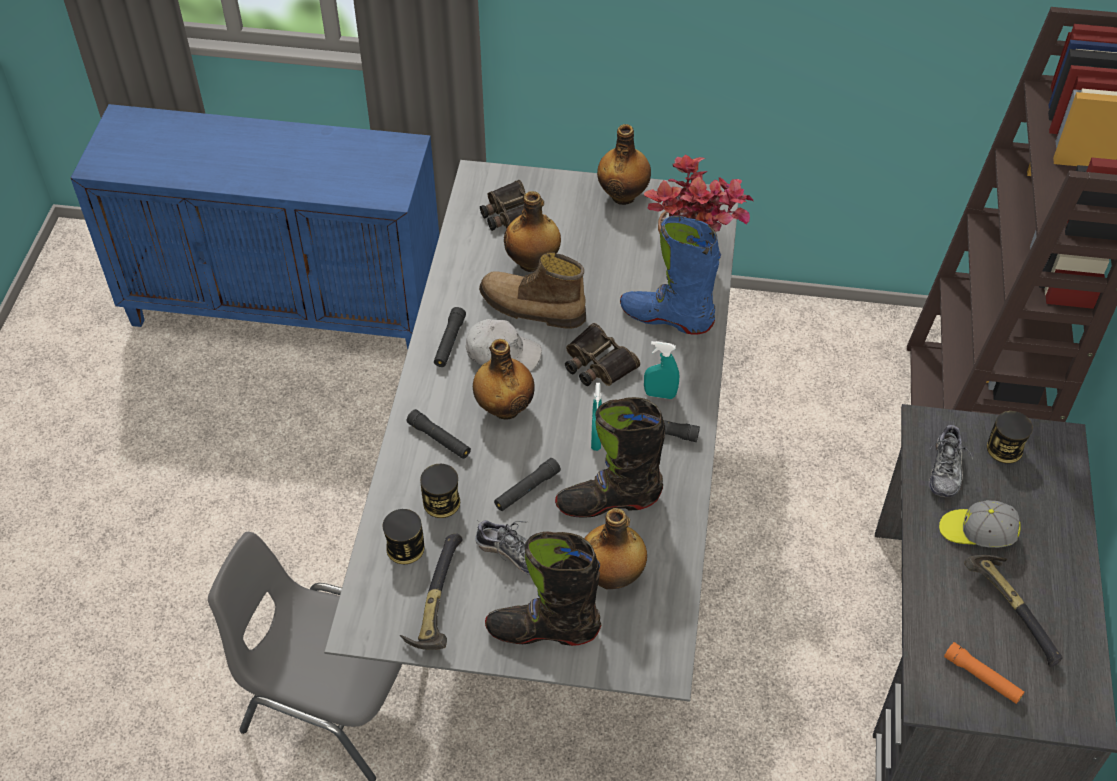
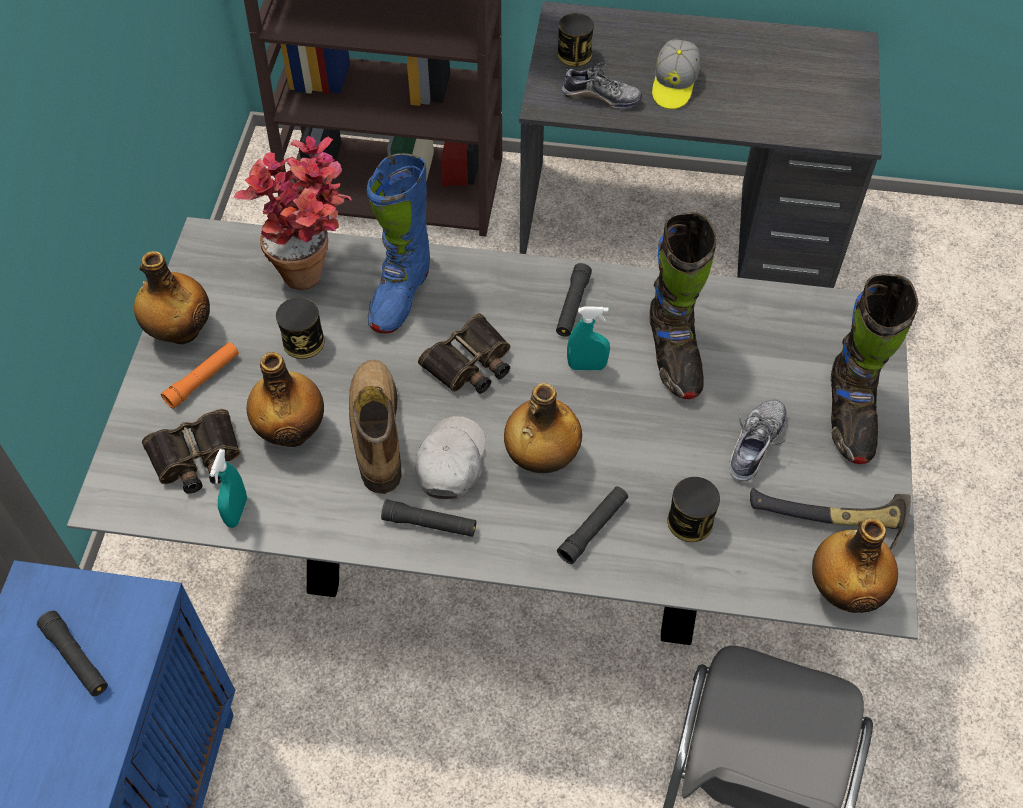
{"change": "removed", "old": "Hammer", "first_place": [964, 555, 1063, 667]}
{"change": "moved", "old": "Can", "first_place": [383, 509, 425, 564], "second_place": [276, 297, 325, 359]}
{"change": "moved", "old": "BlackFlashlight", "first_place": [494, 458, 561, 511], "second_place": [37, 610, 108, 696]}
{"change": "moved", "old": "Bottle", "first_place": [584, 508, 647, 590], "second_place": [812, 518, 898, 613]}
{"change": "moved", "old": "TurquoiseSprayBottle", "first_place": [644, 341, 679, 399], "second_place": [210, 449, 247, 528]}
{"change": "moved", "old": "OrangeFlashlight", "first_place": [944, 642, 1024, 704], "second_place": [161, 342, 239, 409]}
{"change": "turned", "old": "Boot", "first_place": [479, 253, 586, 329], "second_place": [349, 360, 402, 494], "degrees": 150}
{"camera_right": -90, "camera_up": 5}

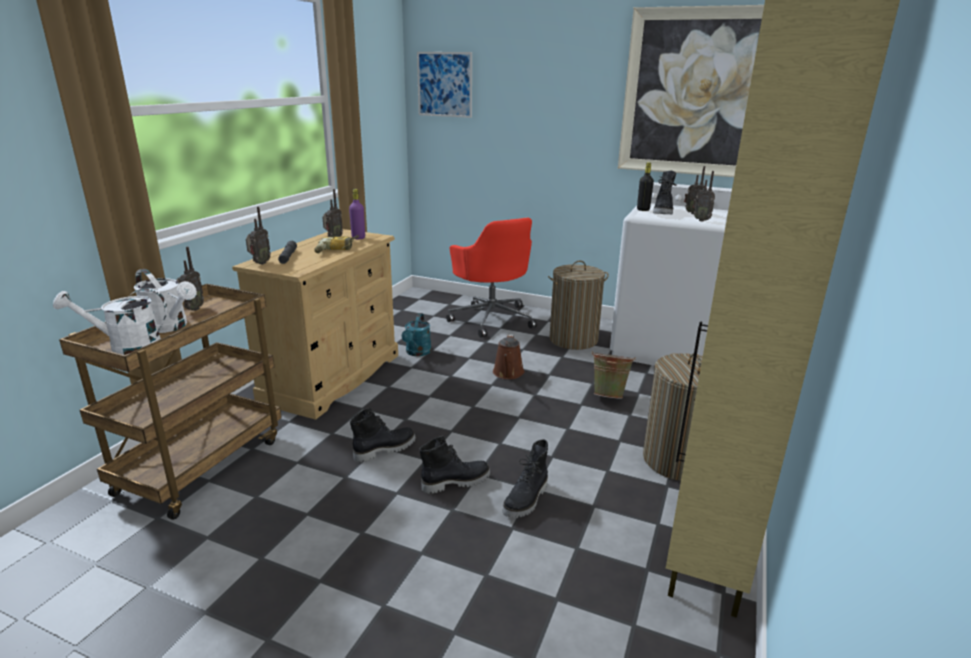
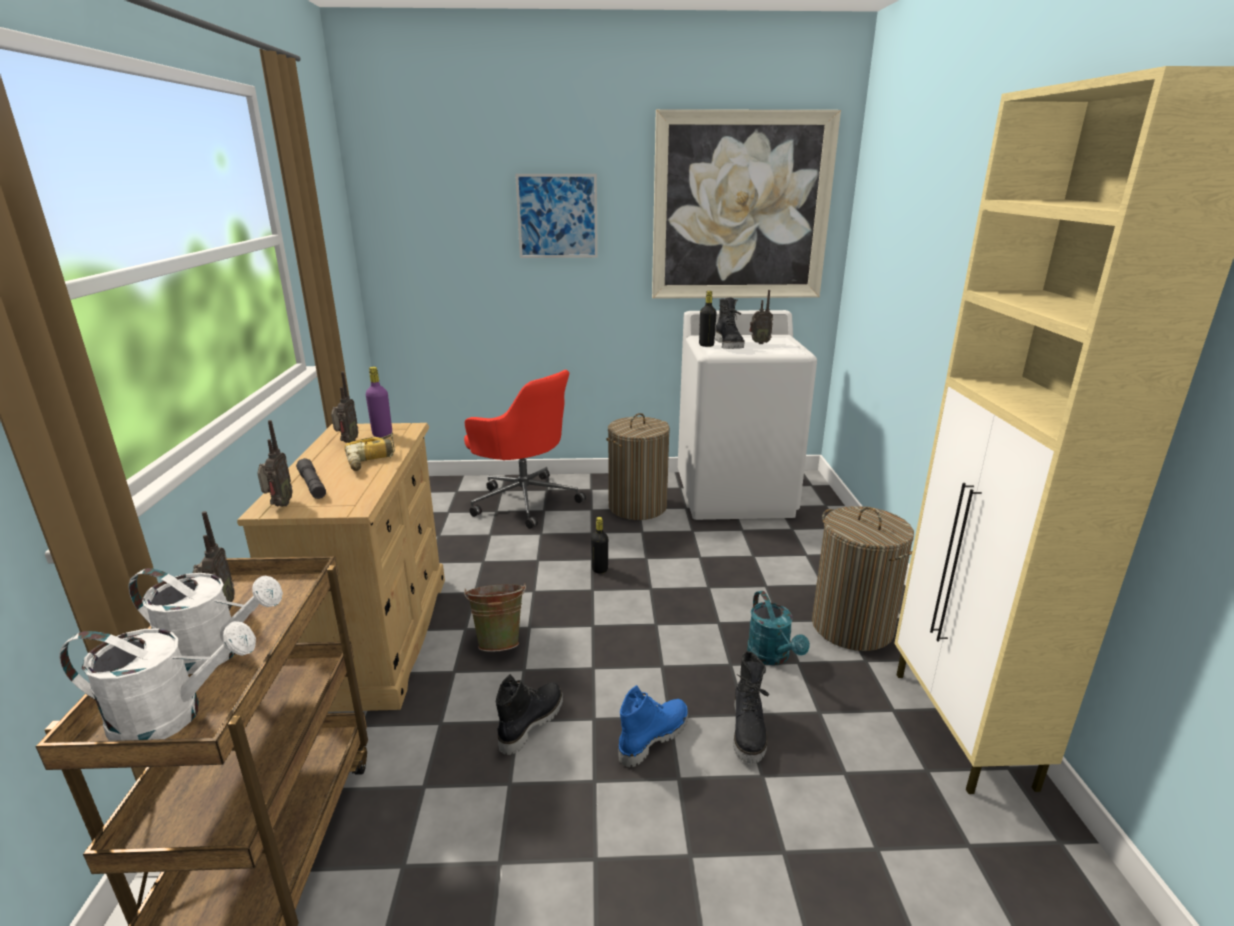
{"change": "removed", "old": "Radio", "first_place": [693, 171, 715, 222]}
{"change": "moved", "old": "TurquoiseWateringCan", "first_place": [402, 313, 431, 356], "second_place": [747, 591, 810, 666]}
{"change": "moved", "old": "Picture", "first_place": [417, 52, 472, 118], "second_place": [515, 174, 598, 258]}
{"change": "moved", "old": "GreenBucket", "first_place": [592, 350, 636, 399], "second_place": [464, 584, 526, 652]}
{"change": "replaced", "old": "BrownWateringCan", "new": "BlackBottle", "first_place": [493, 334, 524, 379], "second_place": [591, 517, 608, 574]}
{"change": "recoloured", "old": "BlackBoot", "new": "BlueBoot", "first_place": [419, 436, 491, 494], "second_place": [619, 685, 689, 767]}
{"change": "turned", "old": "WhiteWateringCan", "first_place": [53, 288, 167, 355], "second_place": [59, 621, 256, 741], "degrees": -150}
{"camera_right": -25, "camera_up": 0}

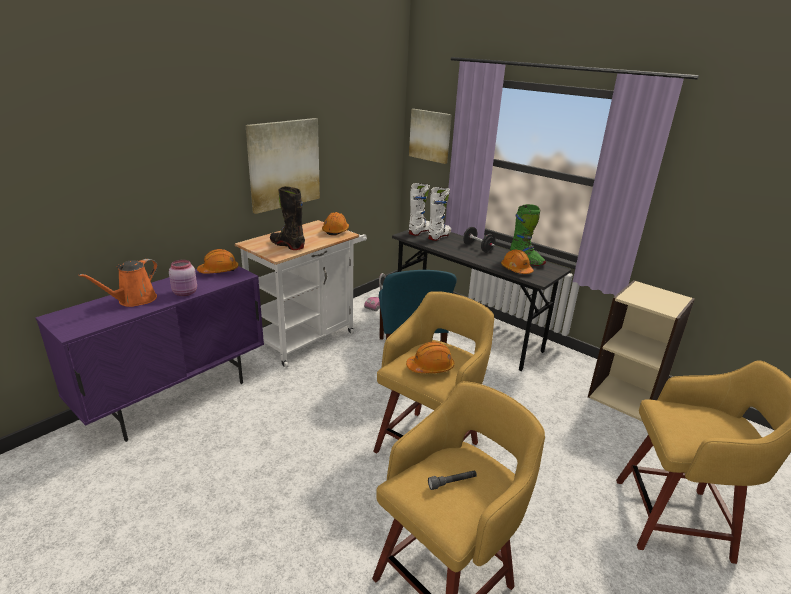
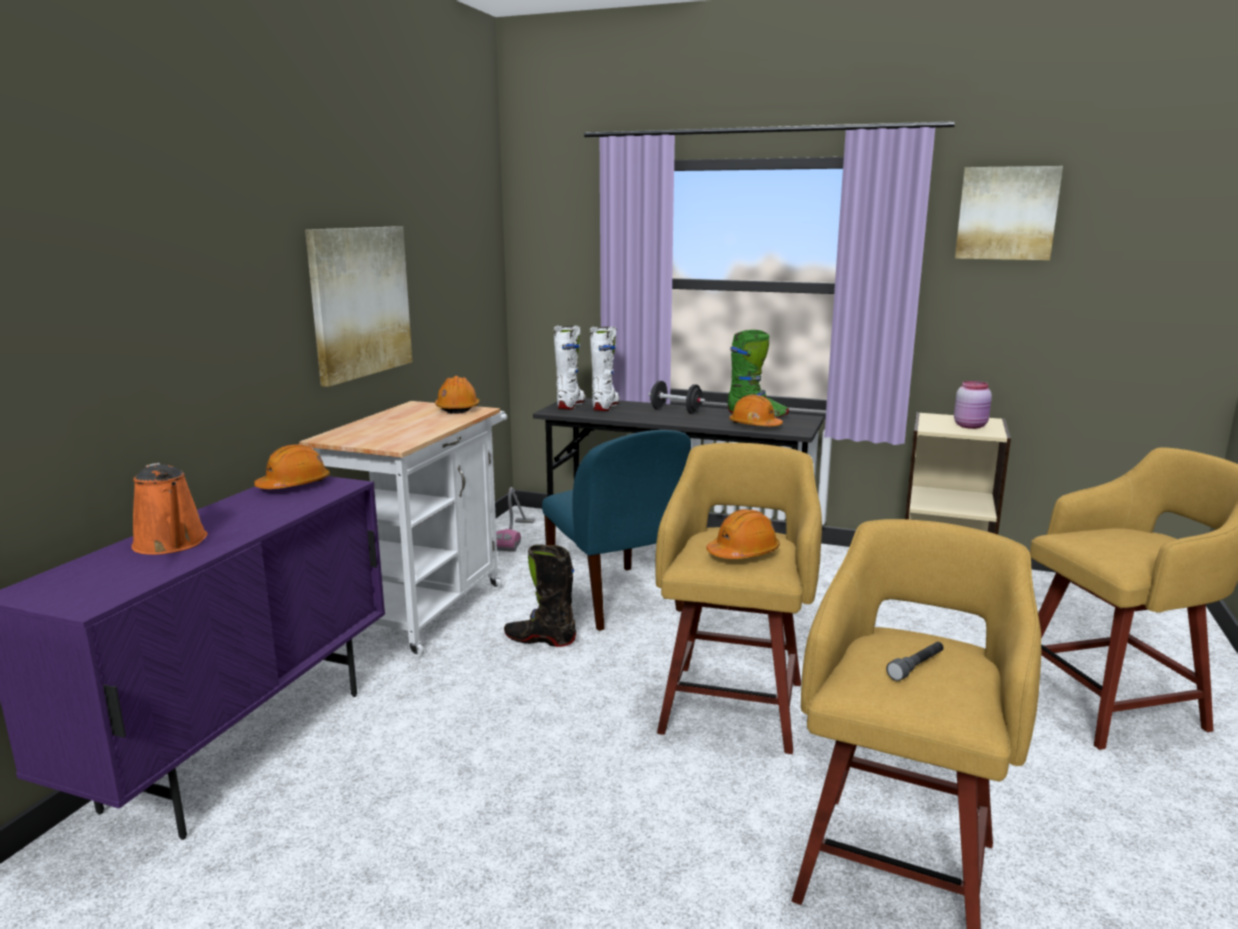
{"change": "moved", "old": "PinkJar", "first_place": [169, 260, 197, 296], "second_place": [954, 381, 992, 429]}
{"change": "moved", "old": "BlackBoot", "first_place": [270, 186, 305, 250], "second_place": [504, 544, 576, 647]}
{"change": "moved", "old": "Picture", "first_place": [409, 109, 452, 164], "second_place": [955, 166, 1063, 260]}
{"change": "turned", "old": "OrangeWateringCan", "first_place": [79, 259, 158, 307], "second_place": [131, 463, 208, 555], "degrees": -45}
{"camera_right": -20, "camera_up": -10}

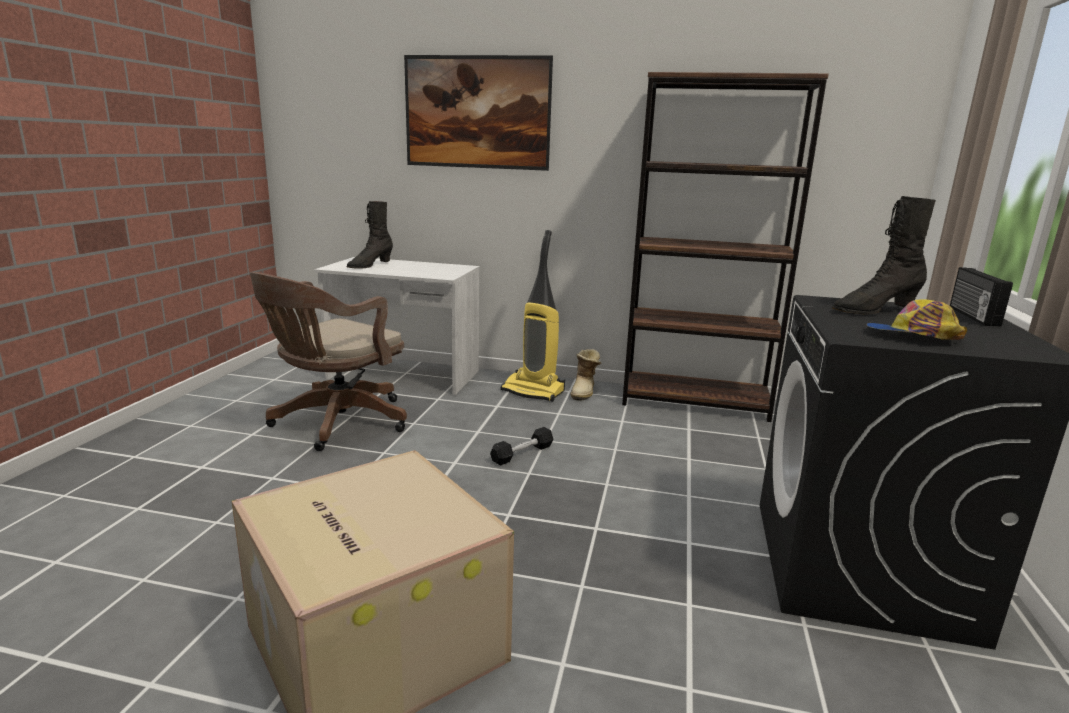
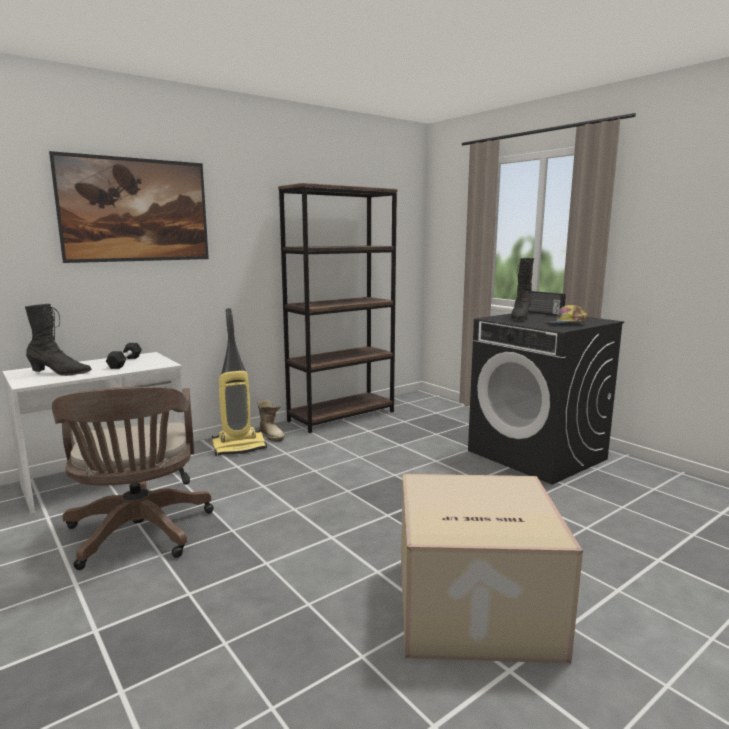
{"change": "moved", "old": "BlackDumbbell", "first_place": [490, 427, 554, 465], "second_place": [106, 343, 142, 369]}
{"change": "turned", "old": "BlackBoot", "first_place": [347, 201, 393, 269], "second_place": [25, 304, 92, 376], "degrees": -75}
{"camera_right": -50, "camera_up": -5}

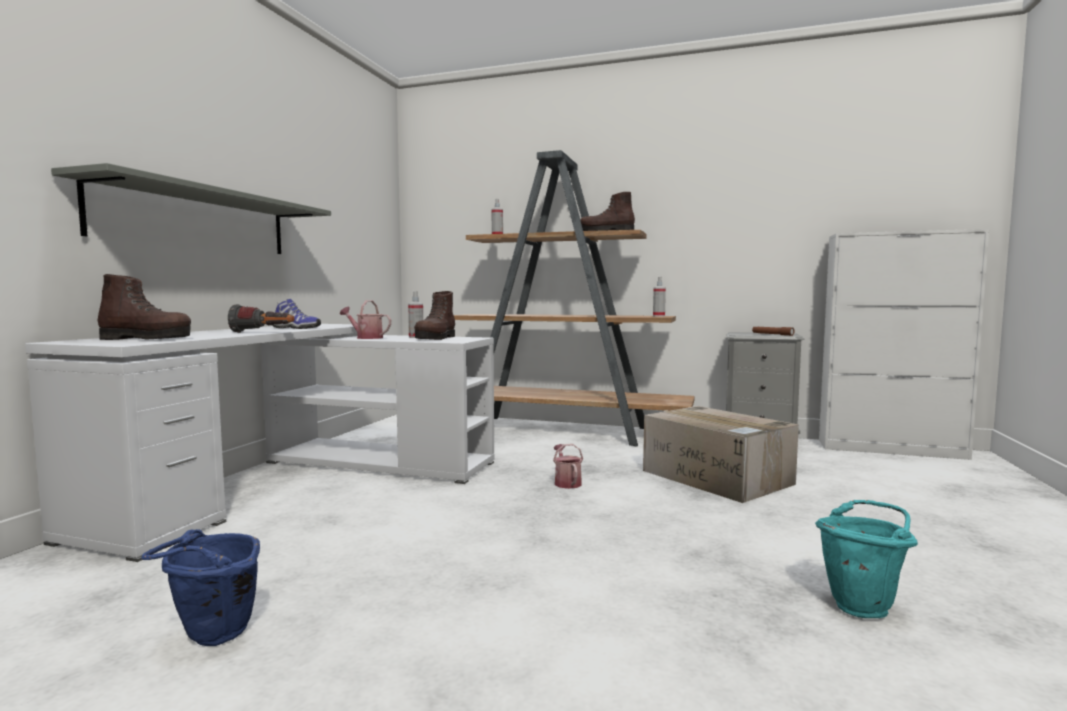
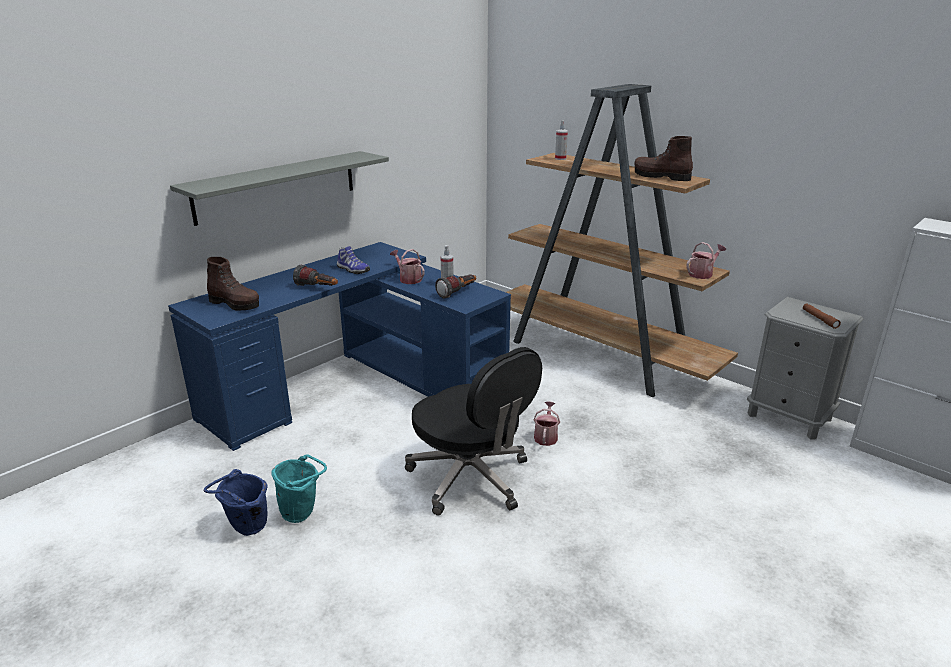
{"change": "removed", "old": "CardboardBox", "first_place": [643, 406, 799, 503]}
{"change": "added", "new": "BlackOfficeChair", "second_place": [405, 347, 542, 515]}
{"change": "moved", "old": "TurquoiseBucket", "first_place": [815, 500, 918, 618], "second_place": [271, 455, 327, 523]}
{"change": "replaced", "old": "BrownBoot", "new": "Flashlight", "first_place": [414, 291, 455, 340], "second_place": [435, 274, 476, 299]}
{"change": "replaced", "old": "SprayBottle", "new": "WateringCan", "first_place": [653, 277, 666, 317], "second_place": [686, 242, 726, 279]}
{"change": "recoloured", "old": "WhiteDesk", "new": "BlueDesk", "first_place": [25, 324, 495, 562], "second_place": [168, 242, 511, 451]}
{"camera_right": 25, "camera_up": 20}

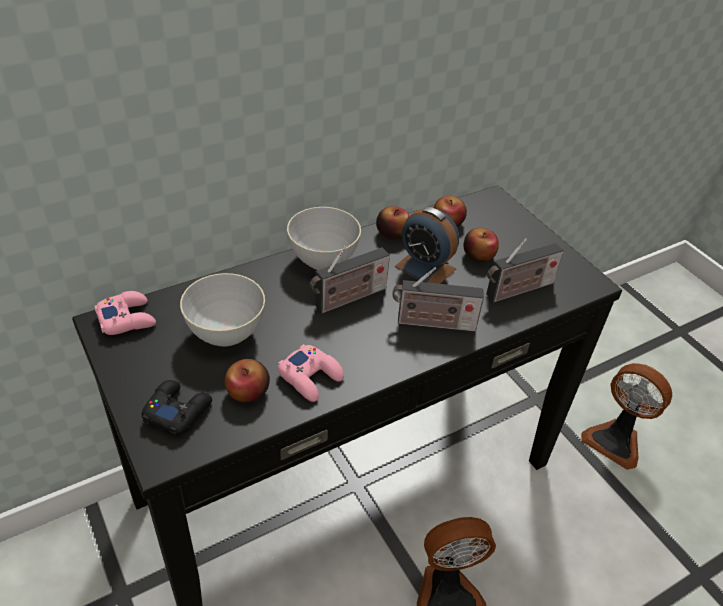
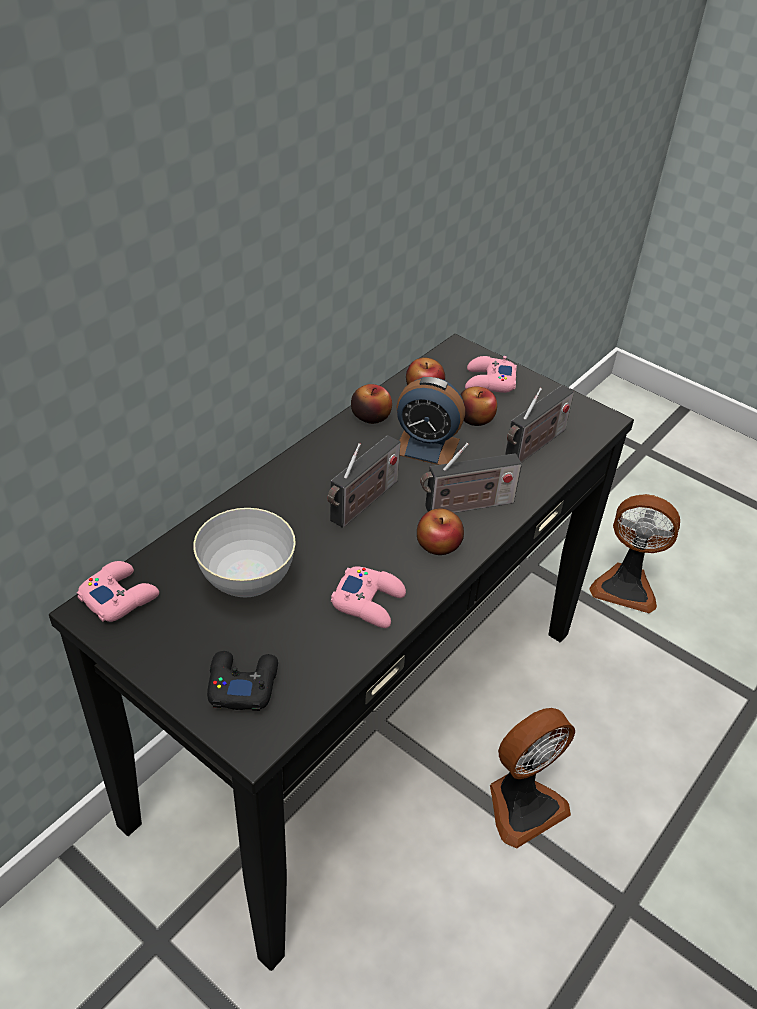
{"change": "removed", "old": "GreyBowl", "first_place": [287, 207, 361, 270]}
{"change": "added", "new": "PinkGameController", "second_place": [465, 356, 517, 393]}
{"change": "moved", "old": "Apple", "first_place": [225, 359, 270, 403], "second_place": [417, 508, 464, 555]}
{"camera_right": -20, "camera_up": 0}

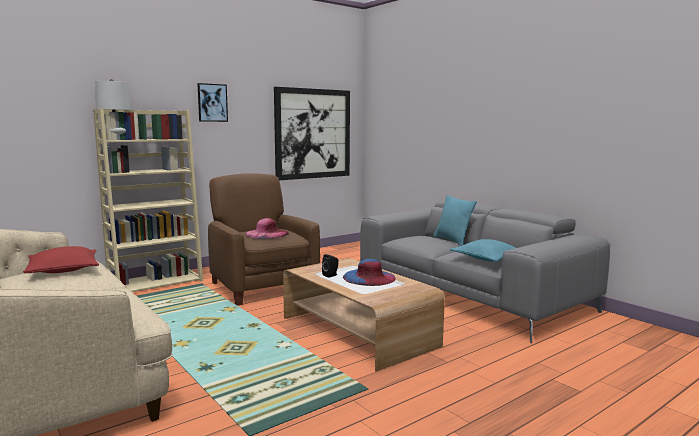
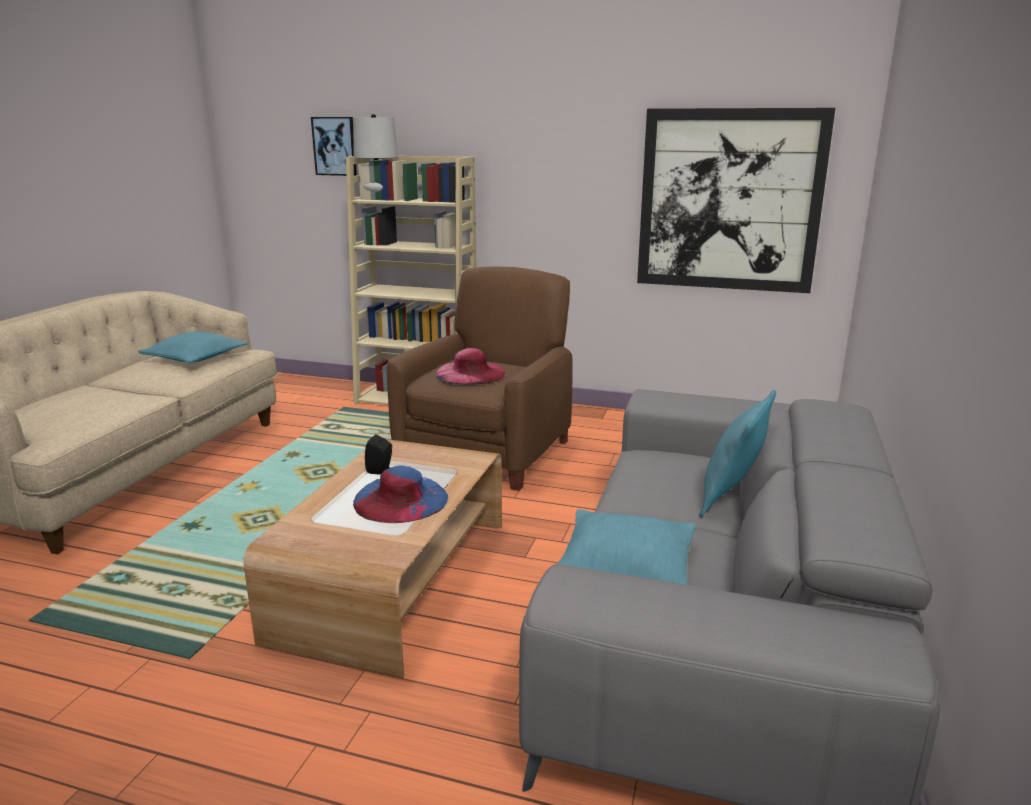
{"change": "moved", "old": "Picture", "first_place": [197, 83, 228, 122], "second_place": [311, 117, 357, 176]}
{"change": "recoloured", "old": "RedPillow", "new": "TurquoisePillow", "first_place": [23, 246, 99, 273], "second_place": [138, 331, 248, 363]}
{"camera_right": 55, "camera_up": 10}

